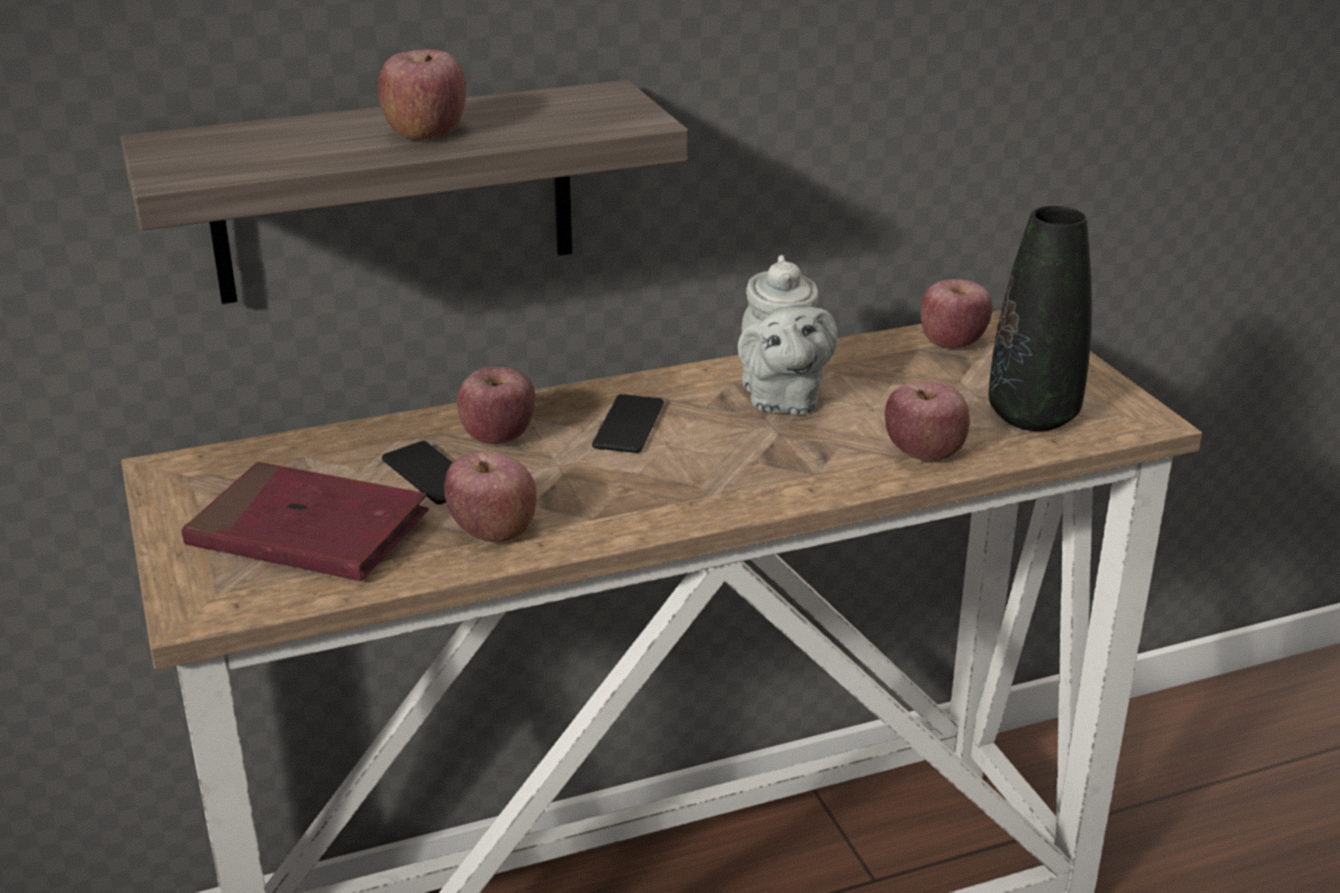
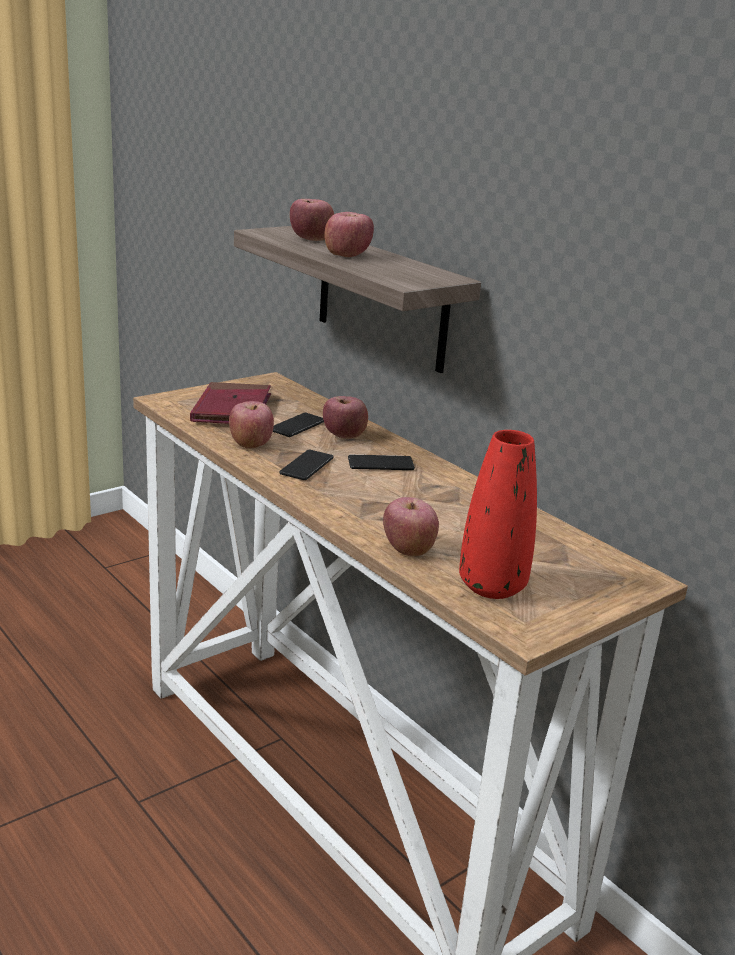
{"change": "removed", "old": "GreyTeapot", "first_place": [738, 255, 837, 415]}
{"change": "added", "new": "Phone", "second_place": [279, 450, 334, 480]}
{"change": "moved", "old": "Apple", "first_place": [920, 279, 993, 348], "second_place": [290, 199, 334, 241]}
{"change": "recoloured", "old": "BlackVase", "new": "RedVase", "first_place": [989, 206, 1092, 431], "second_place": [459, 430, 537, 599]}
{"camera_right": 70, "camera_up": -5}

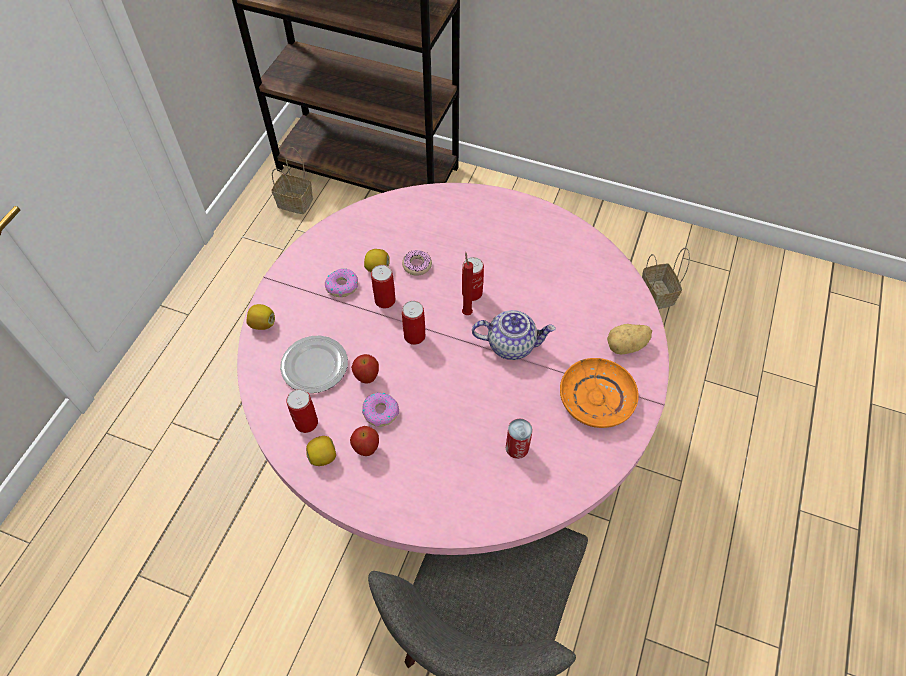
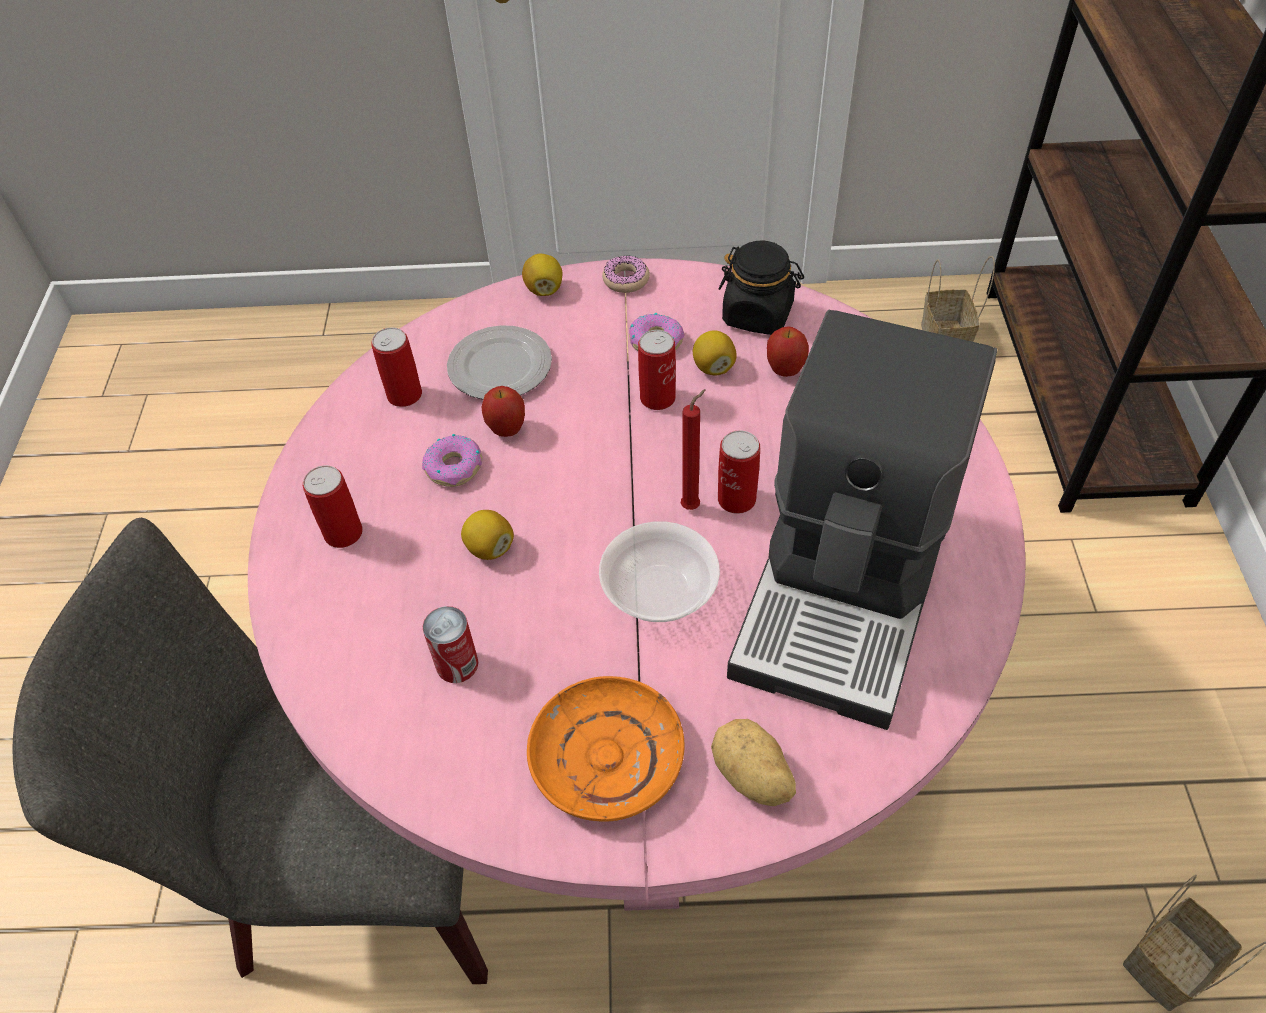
{"change": "added", "new": "BlackJar", "second_place": [718, 241, 804, 335]}
{"change": "added", "new": "CoffeeMachine", "second_place": [727, 310, 997, 730]}
{"change": "moved", "old": "Lemon", "first_place": [306, 436, 336, 466], "second_place": [461, 510, 514, 560]}
{"change": "moved", "old": "Apple", "first_place": [350, 426, 379, 456], "second_place": [767, 326, 809, 377]}
{"change": "moved", "old": "Donut", "first_place": [402, 250, 432, 276], "second_place": [602, 255, 650, 293]}
{"change": "moved", "old": "Can", "first_place": [402, 301, 426, 345], "second_place": [303, 465, 363, 548]}
{"change": "replaced", "old": "Teapot", "new": "Bowl", "first_place": [472, 310, 556, 360], "second_place": [599, 521, 720, 622]}
{"camera_right": 70, "camera_up": -5}

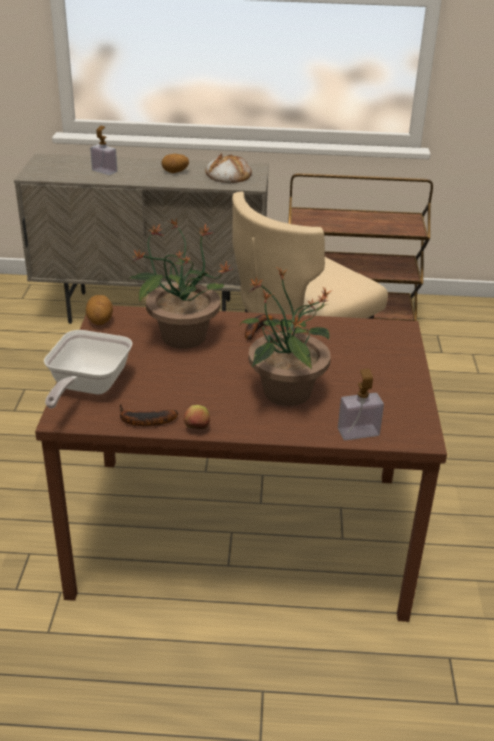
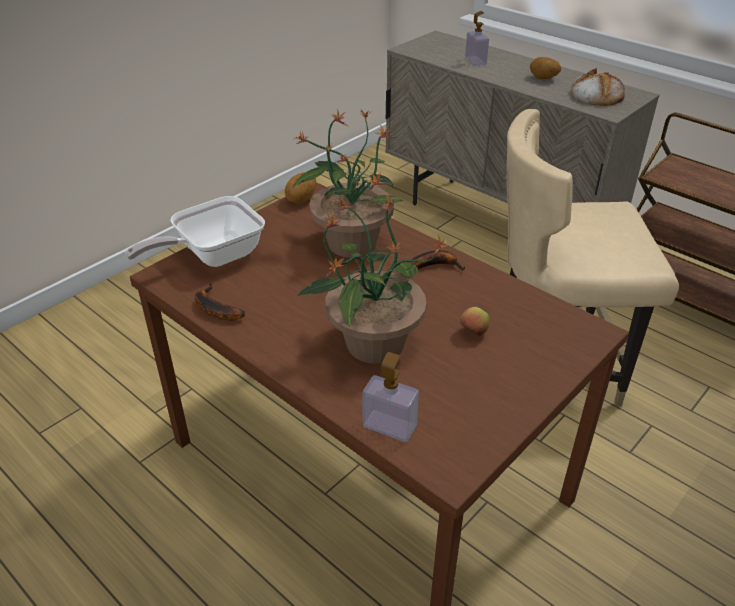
{"change": "moved", "old": "Apple", "first_place": [184, 405, 210, 429], "second_place": [460, 307, 490, 336]}
{"camera_right": 40, "camera_up": 5}

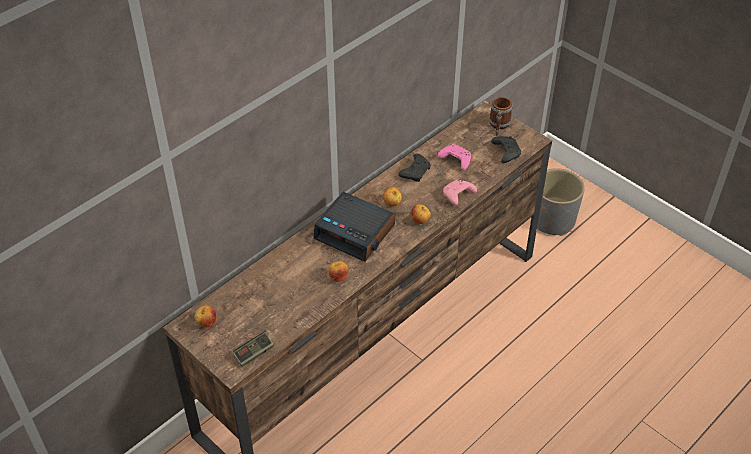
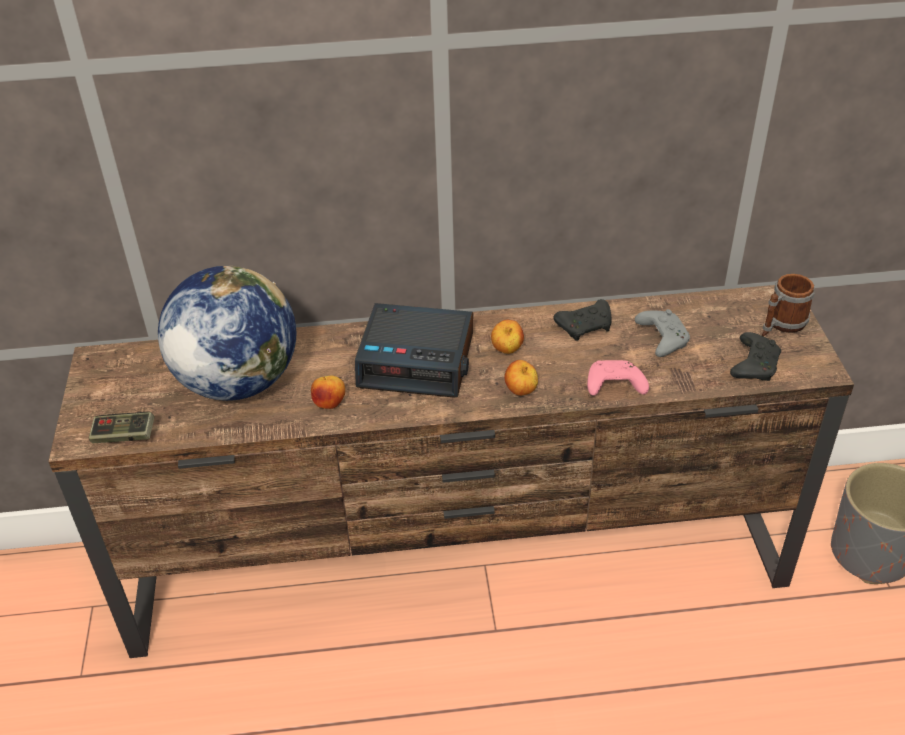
{"change": "removed", "old": "Apple", "first_place": [195, 305, 217, 327]}
{"change": "added", "new": "Globe", "second_place": [158, 266, 297, 401]}
{"change": "recoloured", "old": "PinkGameController", "new": "GreyGameController", "first_place": [438, 144, 471, 170], "second_place": [635, 309, 690, 357]}
{"change": "turned", "old": "AlarmClock", "first_place": [313, 192, 395, 262], "second_place": [355, 303, 473, 397], "degrees": -60}
{"camera_right": 40, "camera_up": -5}

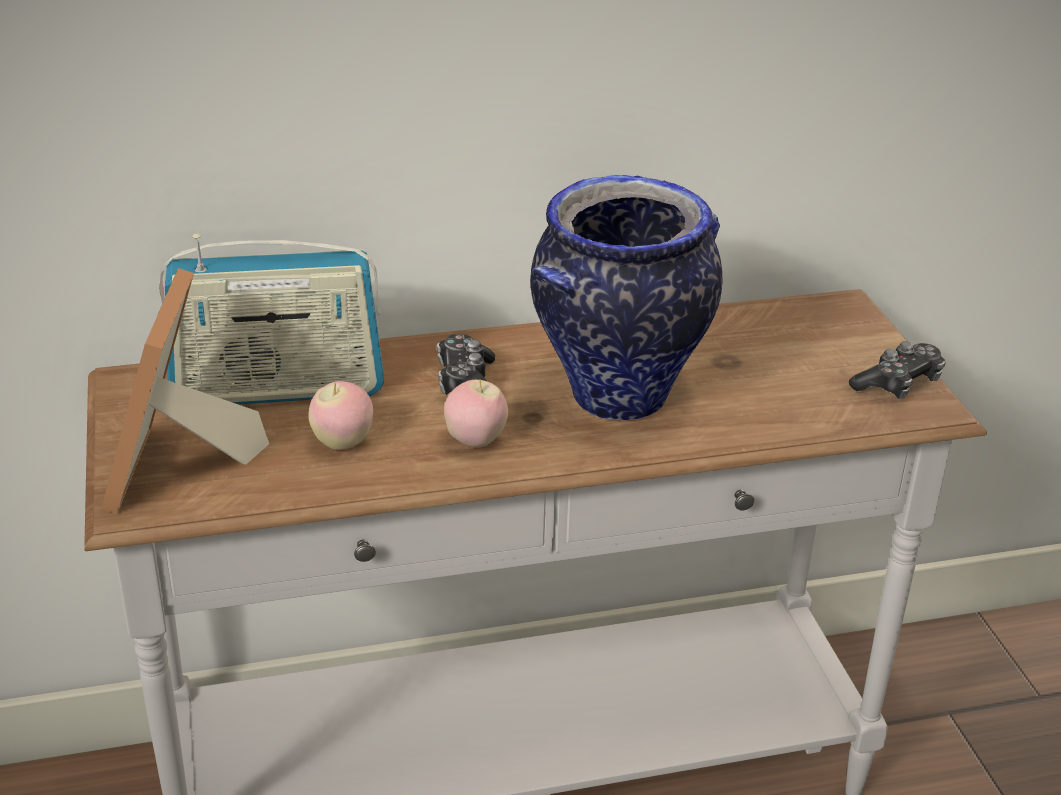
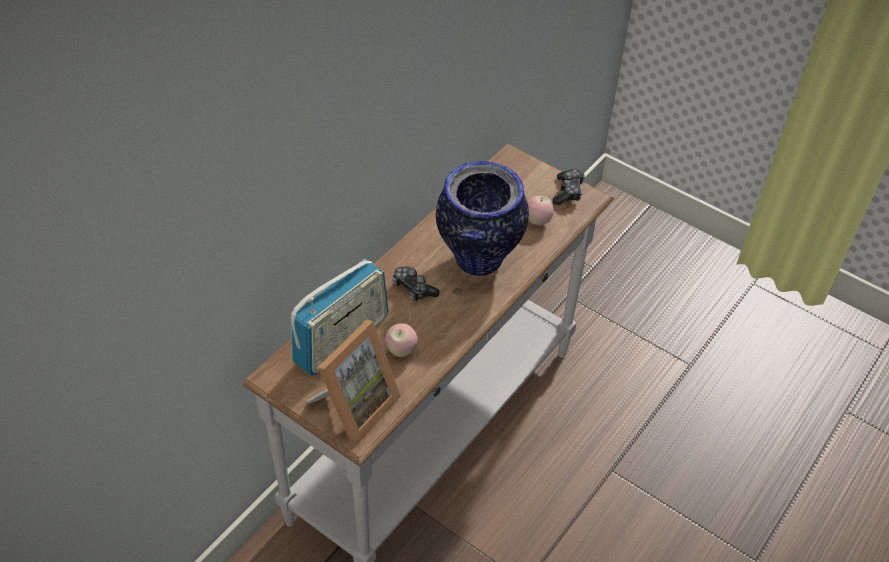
{"change": "moved", "old": "Apple", "first_place": [444, 380, 508, 447], "second_place": [527, 195, 554, 225]}
{"change": "turned", "old": "PictureFrame", "first_place": [101, 268, 269, 514], "second_place": [306, 320, 401, 444], "degrees": -105}
{"camera_right": -40, "camera_up": 15}

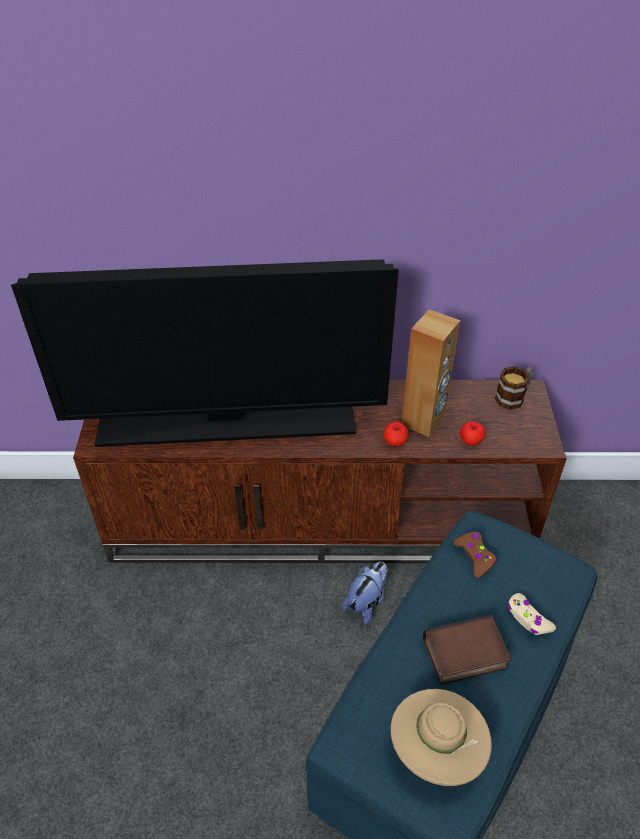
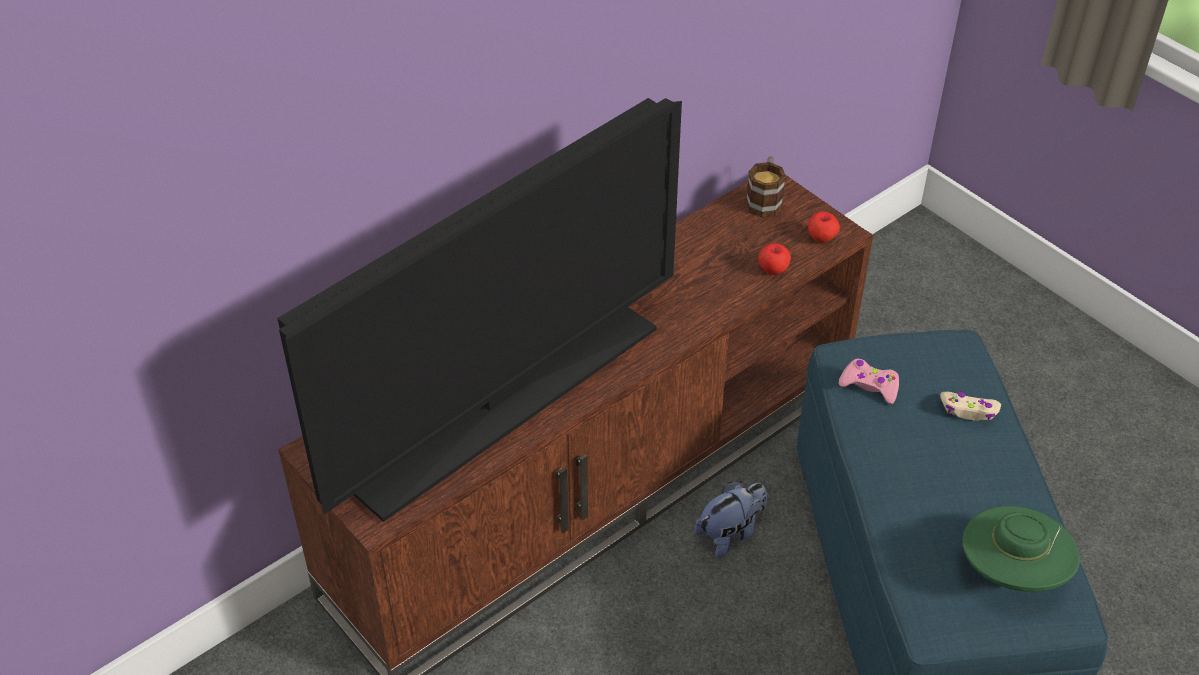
{"change": "removed", "old": "BrownSpeaker", "first_place": [401, 309, 460, 437]}
{"change": "removed", "old": "Book", "first_place": [423, 615, 511, 685]}
{"change": "moved", "old": "Apple", "first_place": [383, 422, 408, 446], "second_place": [808, 212, 840, 243]}
{"change": "recoloured", "old": "BeigeHat", "new": "GreenHat", "first_place": [391, 689, 492, 786], "second_place": [962, 506, 1080, 592]}
{"change": "recoloured", "old": "BrownGameController", "new": "PinkGameController", "first_place": [453, 532, 497, 578], "second_place": [839, 358, 899, 404]}
{"change": "turned", "old": "PlushToy", "first_place": [342, 562, 388, 624], "second_place": [694, 481, 767, 558], "degrees": 60}
{"camera_right": -40, "camera_up": 0}

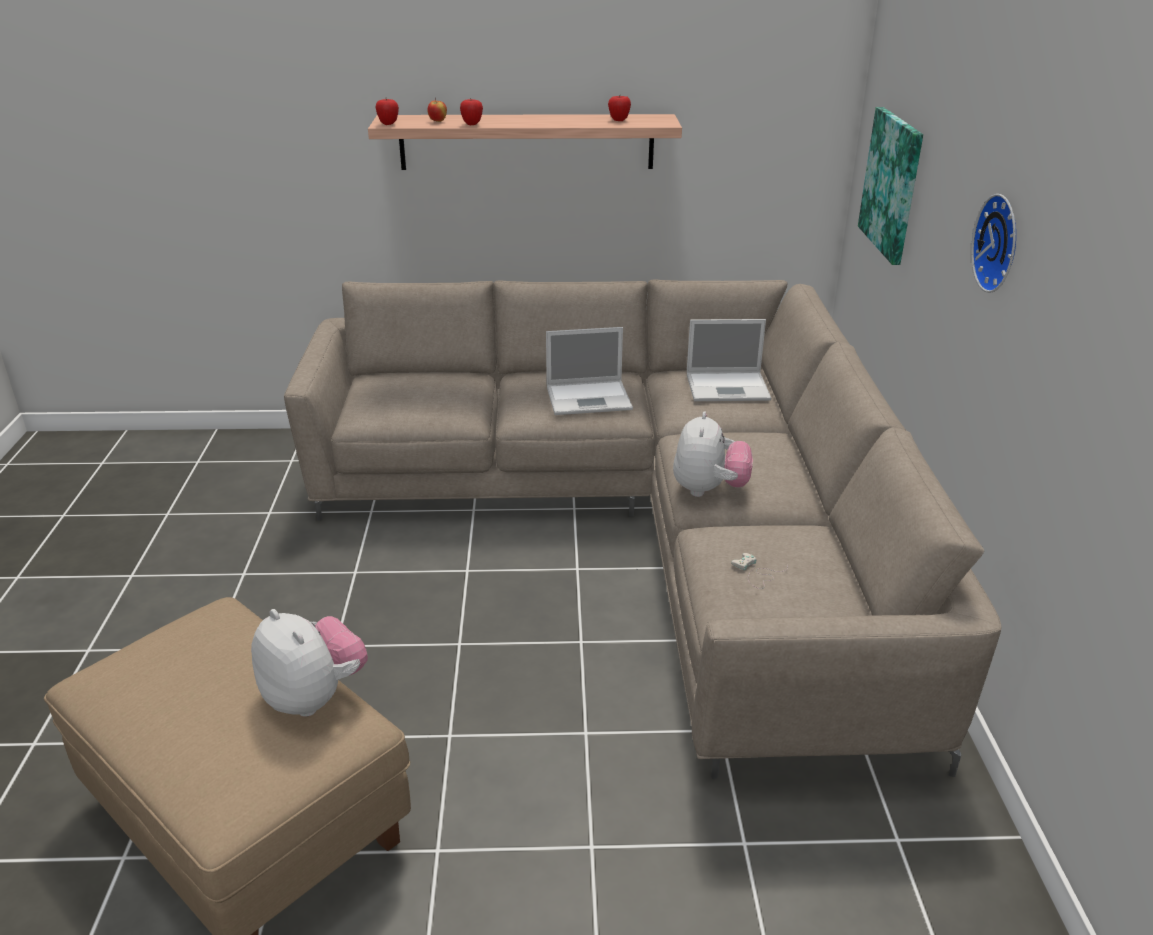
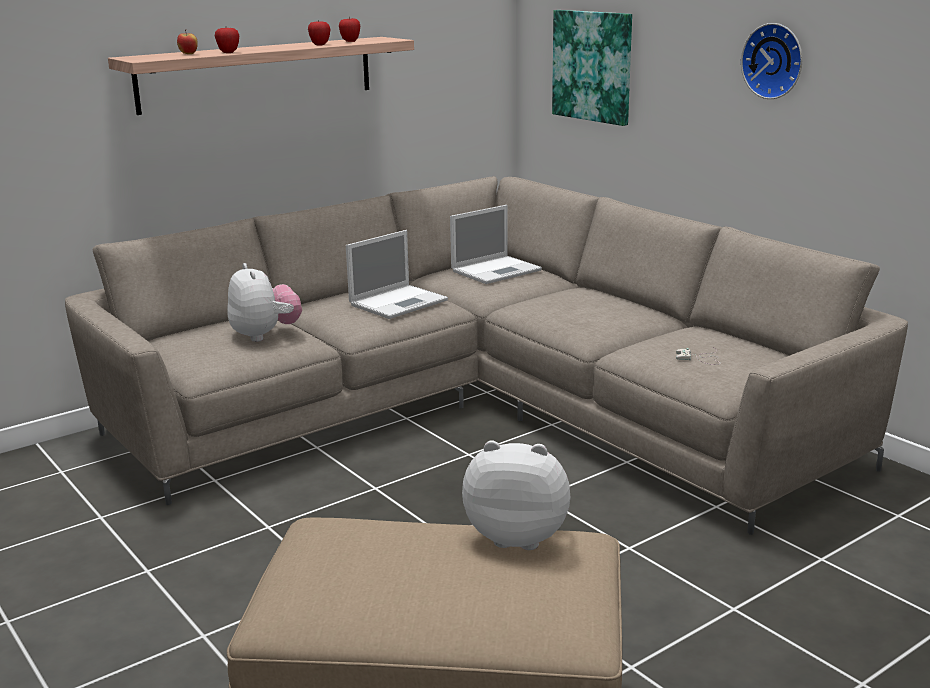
{"change": "moved", "old": "Apple", "first_place": [376, 99, 399, 125], "second_place": [308, 19, 330, 46]}
{"change": "moved", "old": "PlushToy", "first_place": [673, 411, 753, 497], "second_place": [227, 263, 302, 342]}
{"camera_right": -35, "camera_up": -10}

